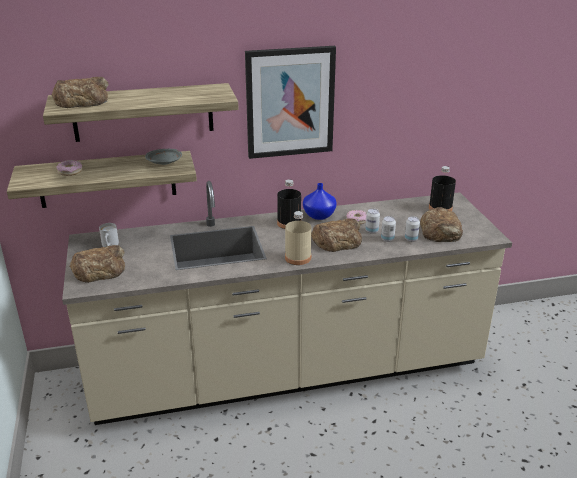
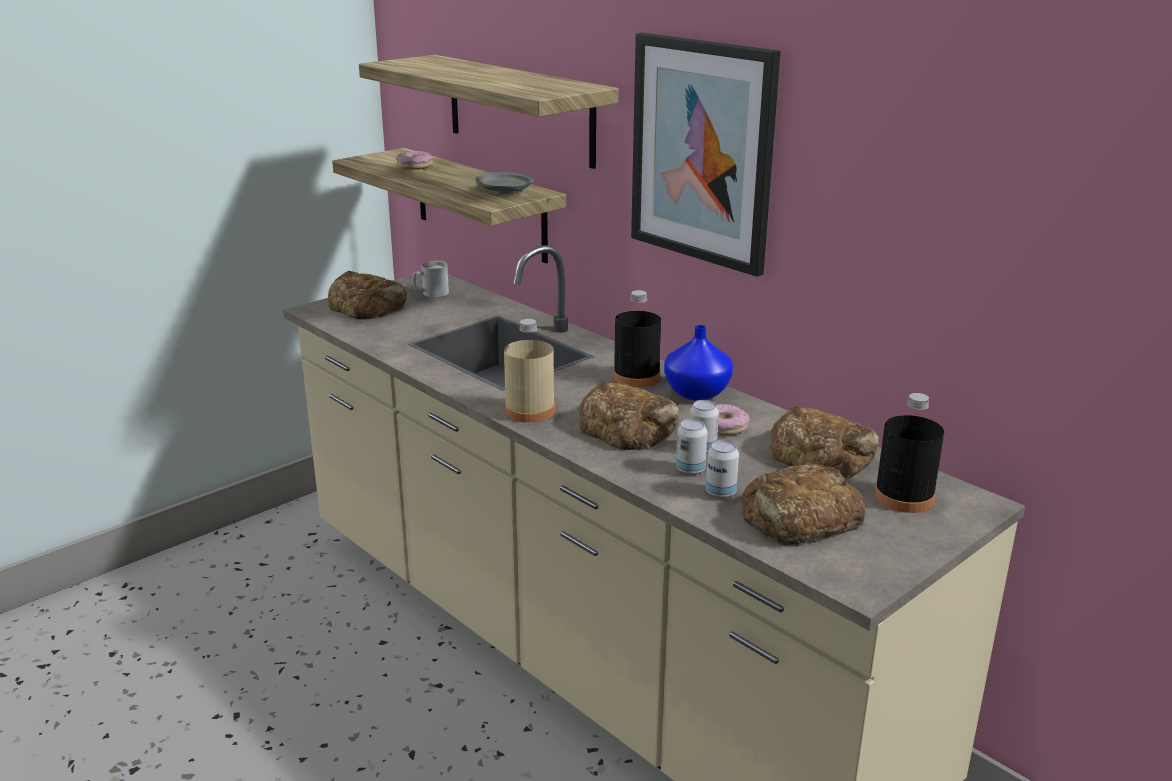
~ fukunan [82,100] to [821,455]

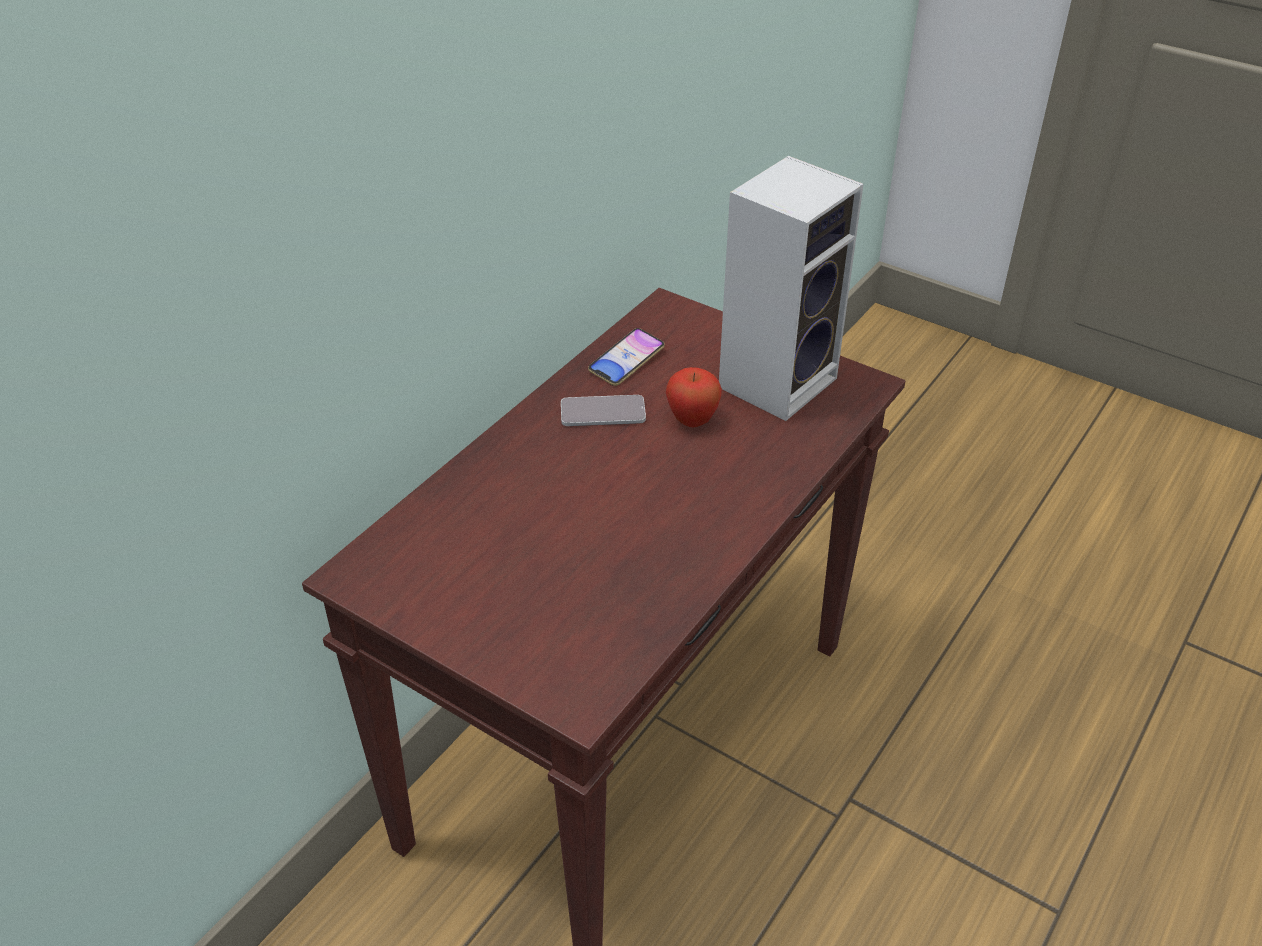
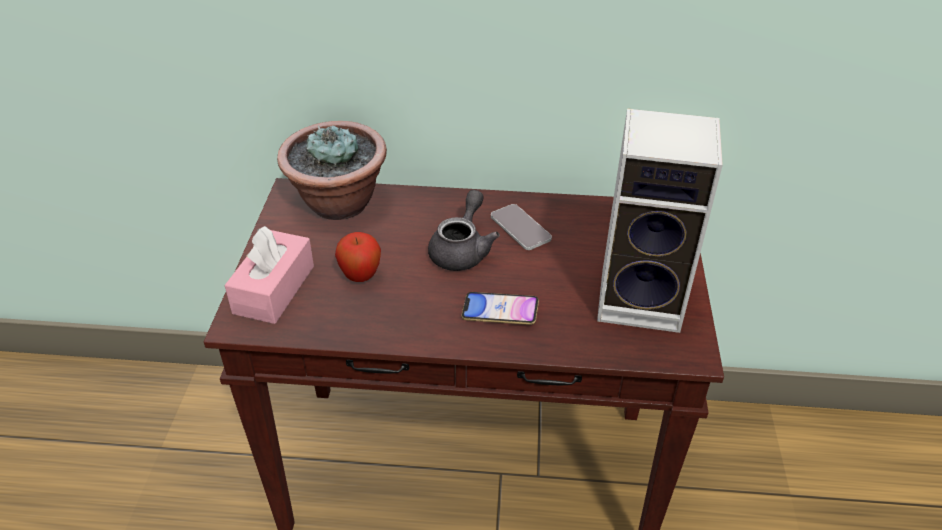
~ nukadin [626,361] to [500,312]
~ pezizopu [692,421] to [360,276]
+ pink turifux [274,289]
+ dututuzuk [338,204]
+ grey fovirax [462,250]

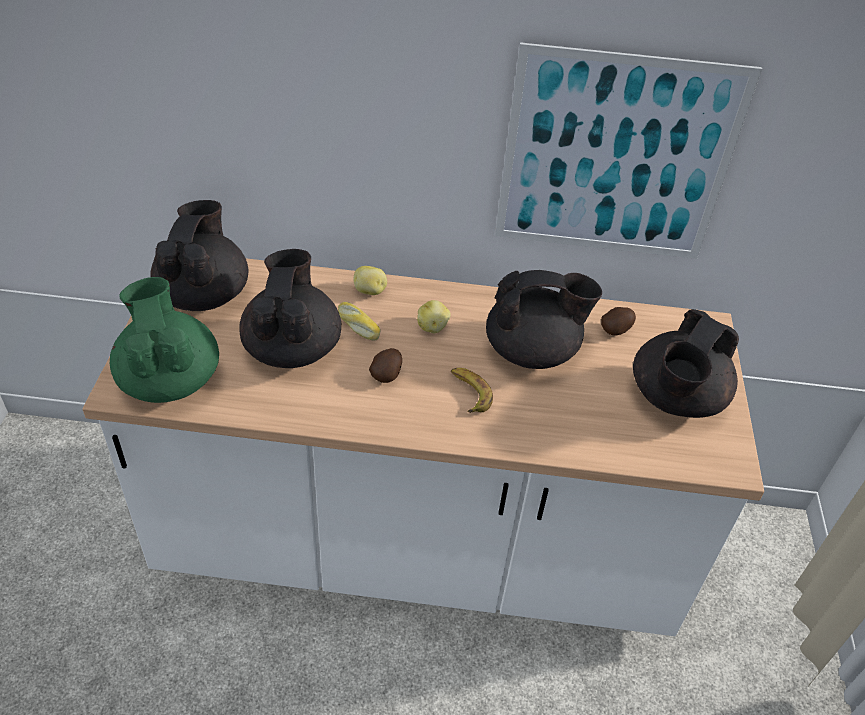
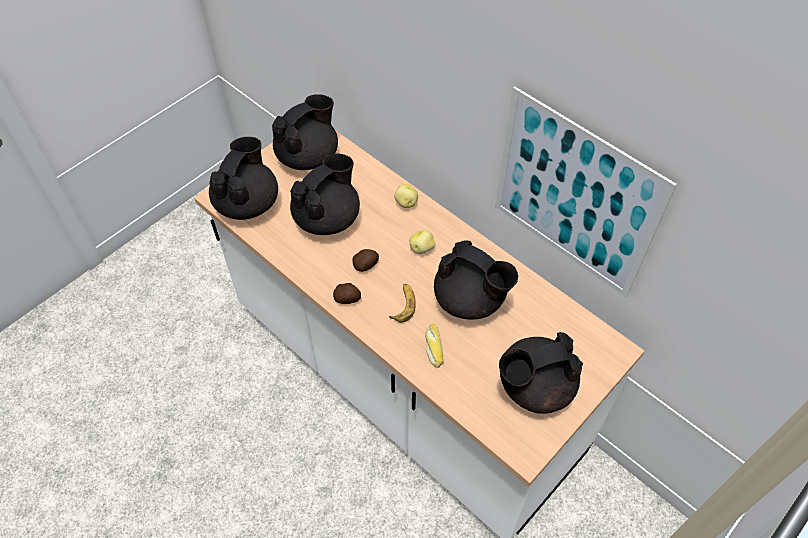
~ green fovirax [169,379] to black fovirax [248,203]
~ fukunan [357,326] to [433,347]
~ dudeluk [616,330] to [347,299]

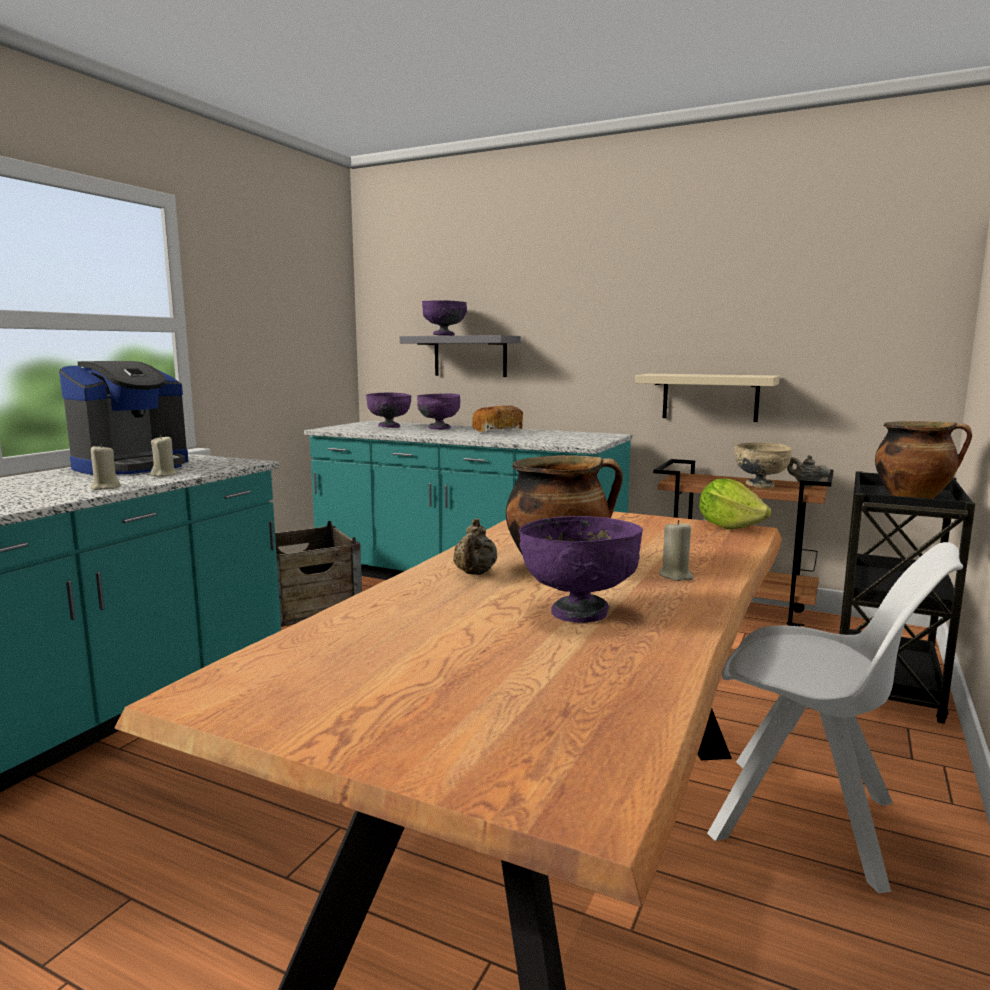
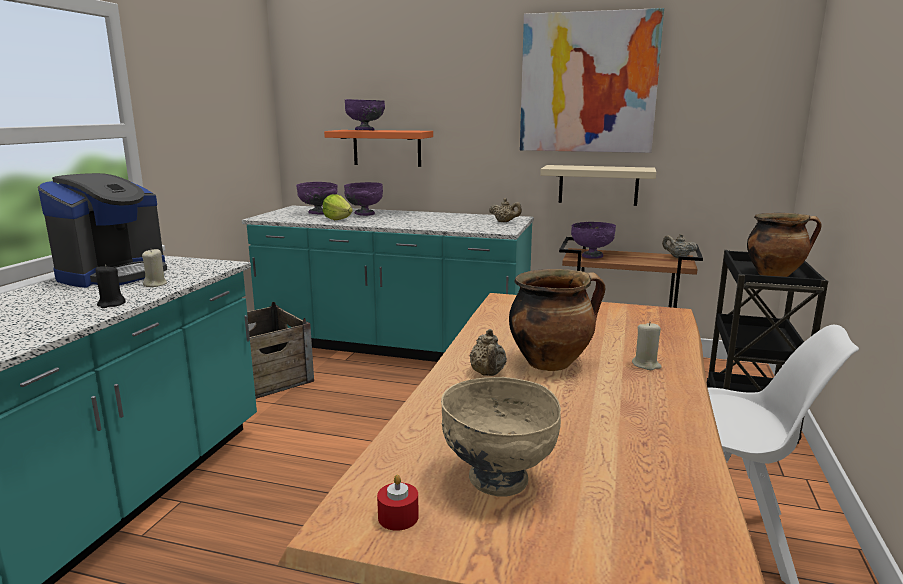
~ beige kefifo [105,487] to black kefifo [111,304]
~ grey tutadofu [470,356] to orange tutadofu [387,148]
- fukunan [496,430]
~ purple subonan [579,612] to [592,256]
~ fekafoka [729,526] to [337,219]
~ beige subonan [759,486] to [498,481]
+ red kefifo [398,517]
+ beige fovirax [505,222]
+ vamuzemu [588,83]

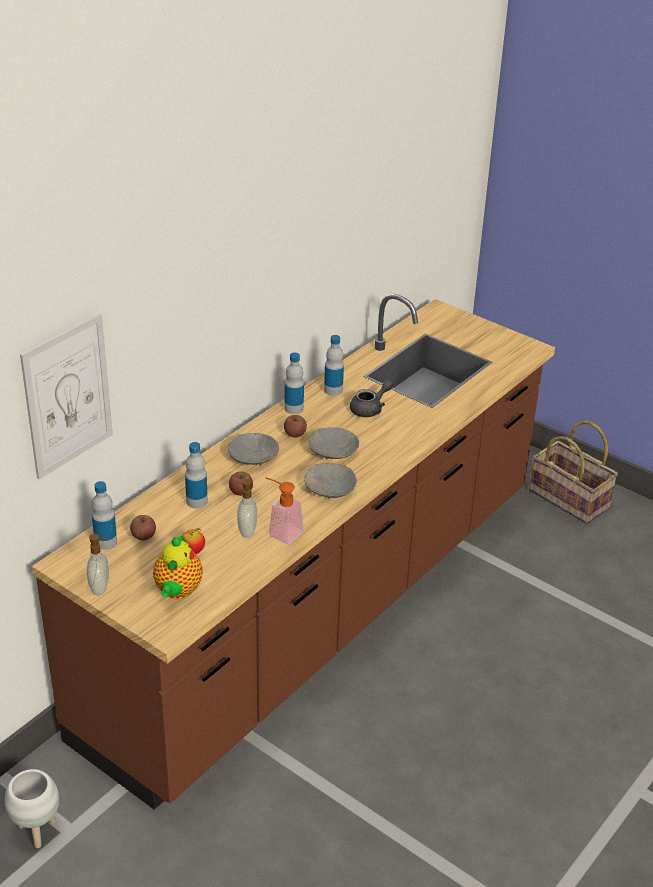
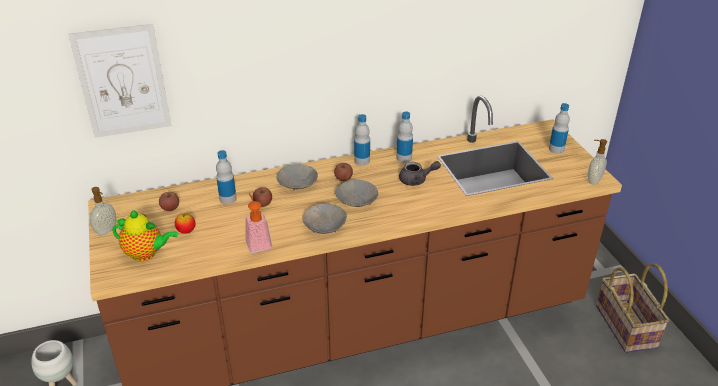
~ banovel [106,542] to [556,149]
~ fovirax [177,591] = [146,254] 120 degrees counterclockwise
~ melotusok [246,531] to [593,180]

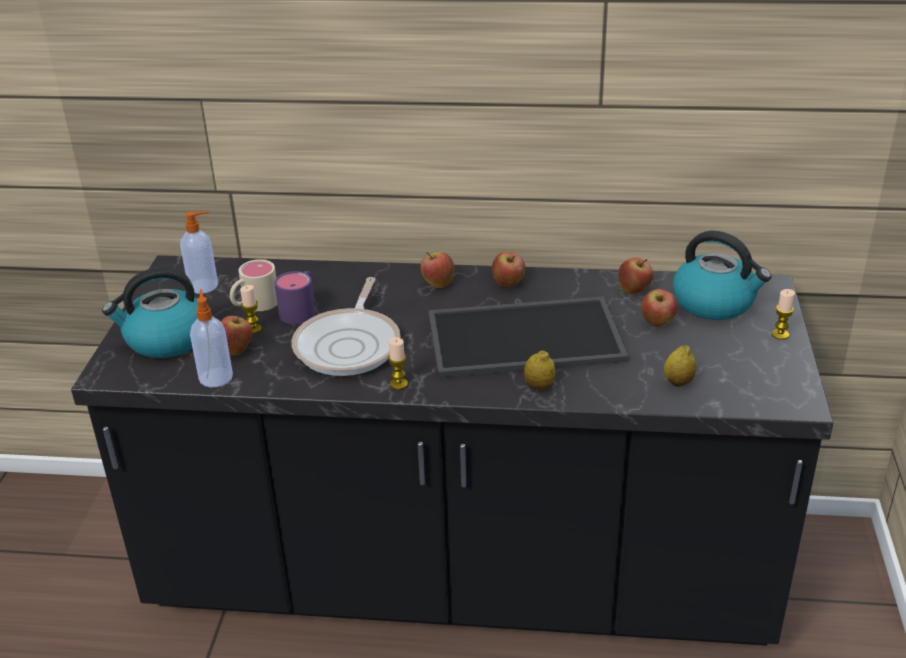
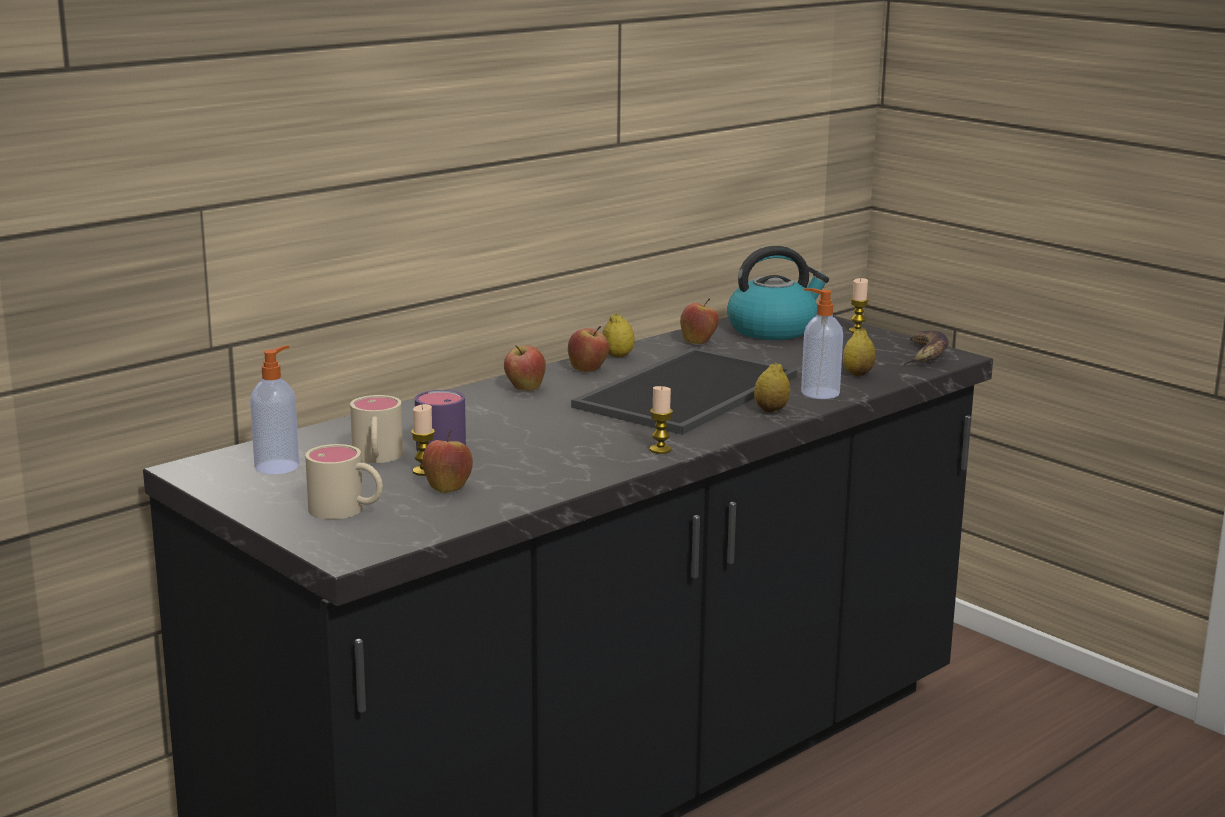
~ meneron [165,340] to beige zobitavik [347,510]
~ melotusok [216,377] to [818,393]
- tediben [350,344]
- pezizopu [657,323]
+ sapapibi [618,356]
+ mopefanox [924,355]

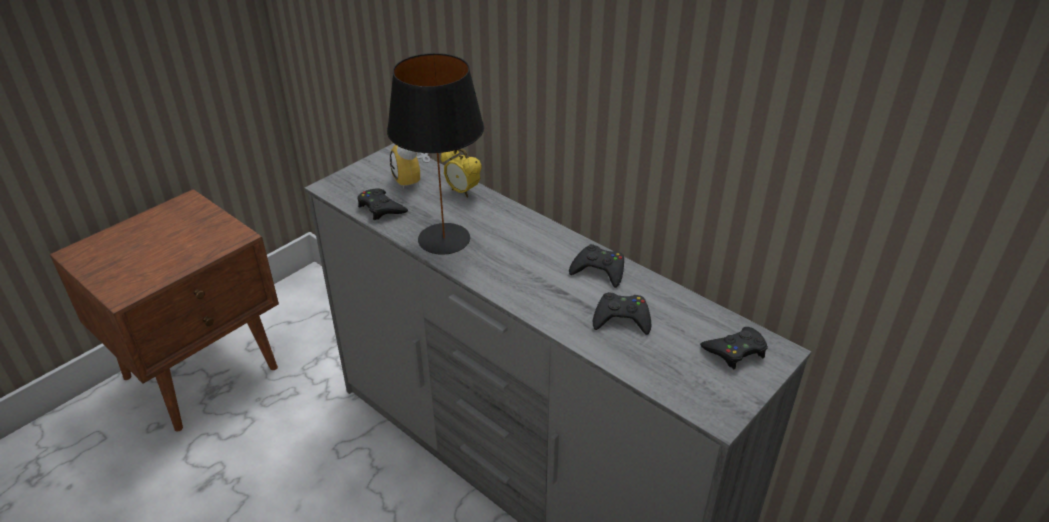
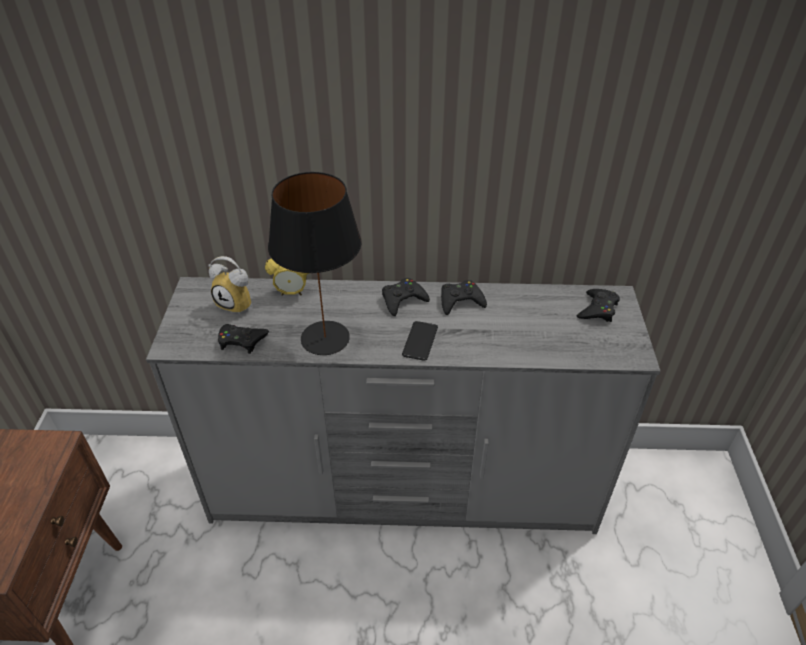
~ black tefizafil [622,318] to [403,300]
+ nukadin [420,341]

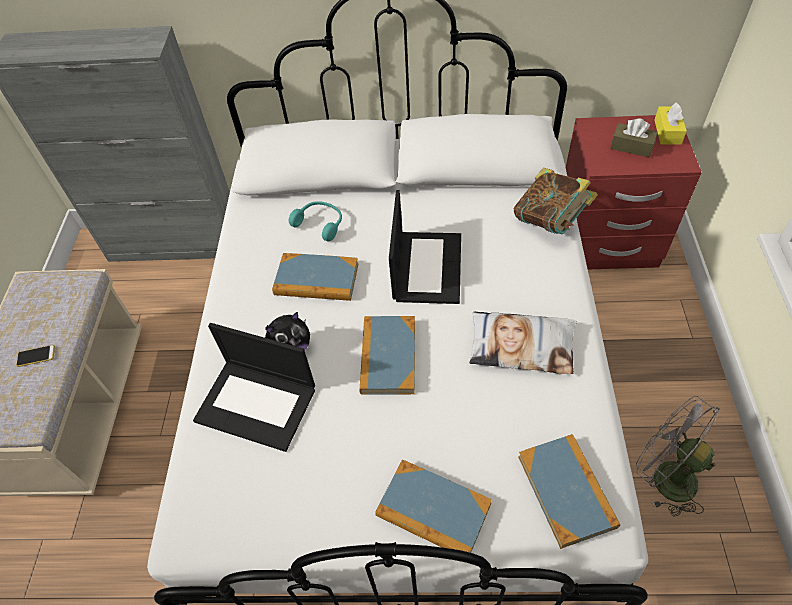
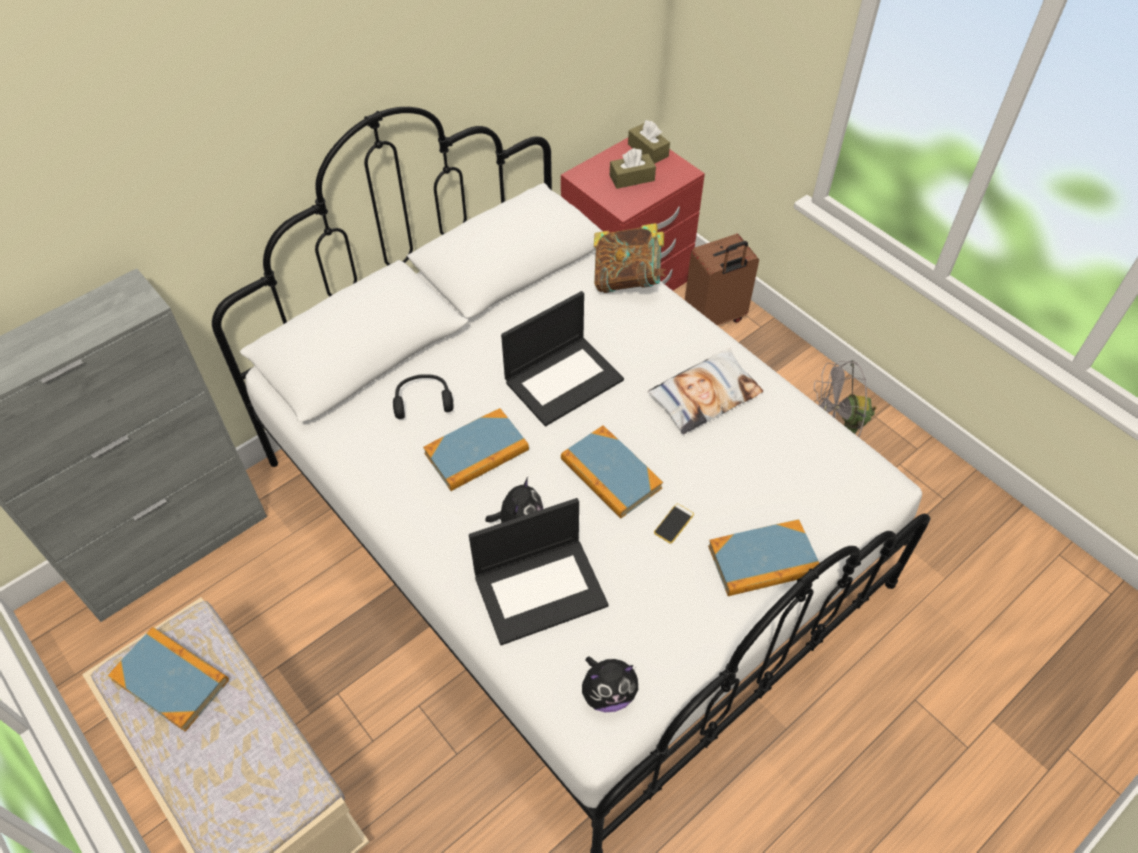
~ nukadin [36,356] to [673,523]
~ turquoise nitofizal [320,224] to black nitofizal [423,400]
~ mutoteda [426,266] = [564,379] 90 degrees clockwise
~ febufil [566,491] to [171,680]
~ yellow turifux [667,132] to brown turifux [648,150]
+ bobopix [608,693]
+ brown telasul [714,318]

